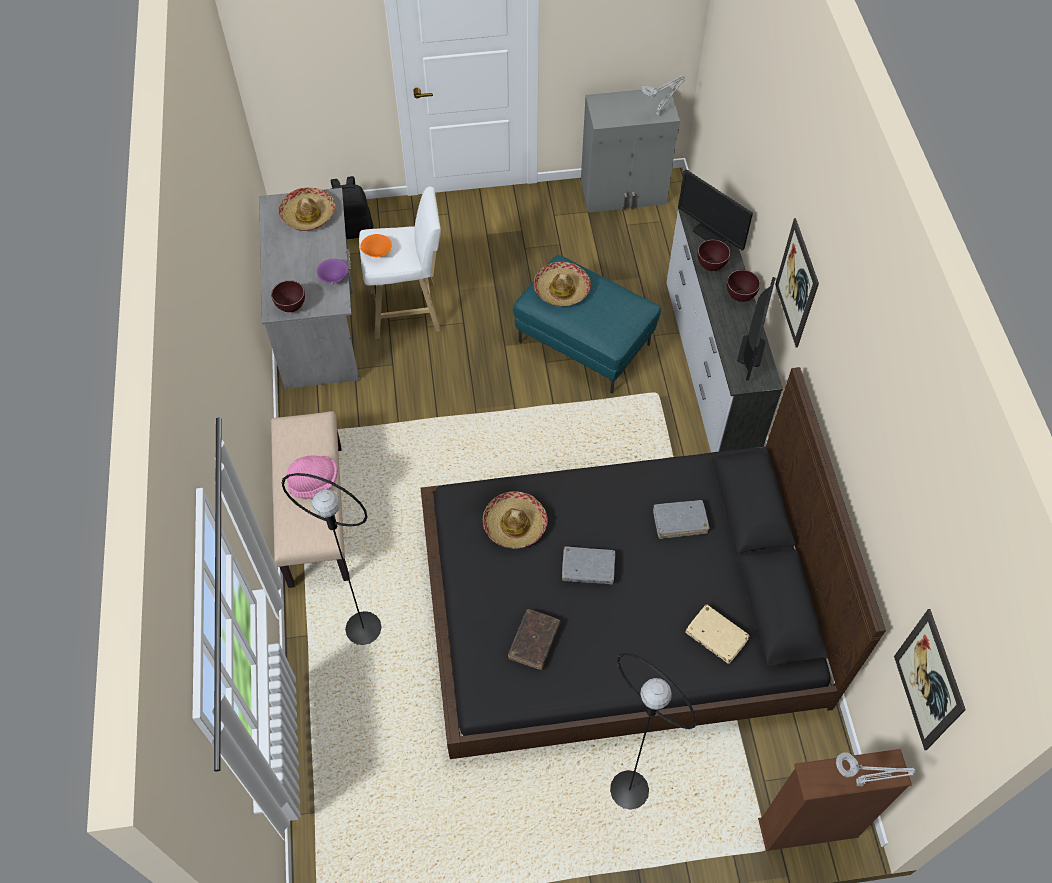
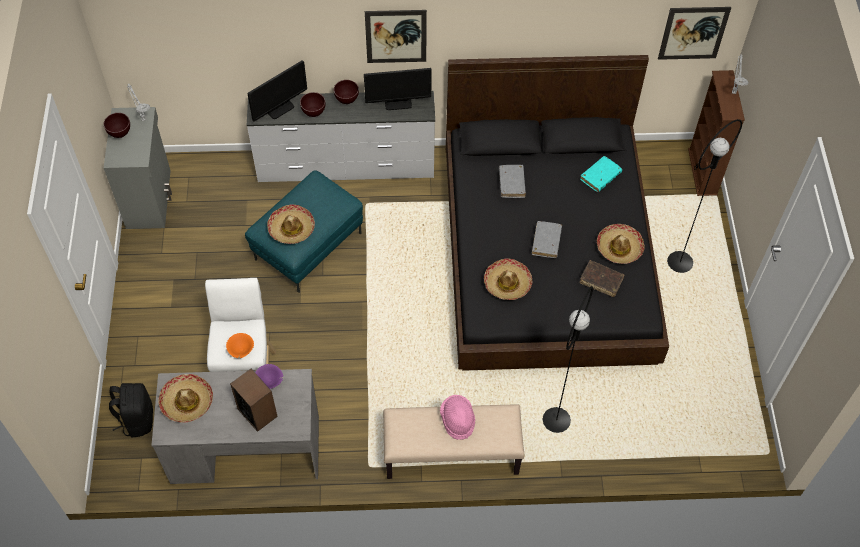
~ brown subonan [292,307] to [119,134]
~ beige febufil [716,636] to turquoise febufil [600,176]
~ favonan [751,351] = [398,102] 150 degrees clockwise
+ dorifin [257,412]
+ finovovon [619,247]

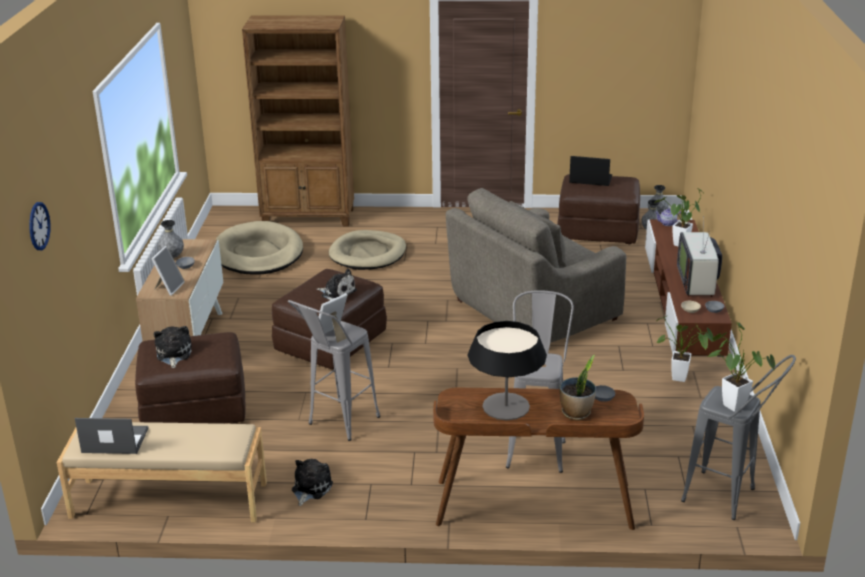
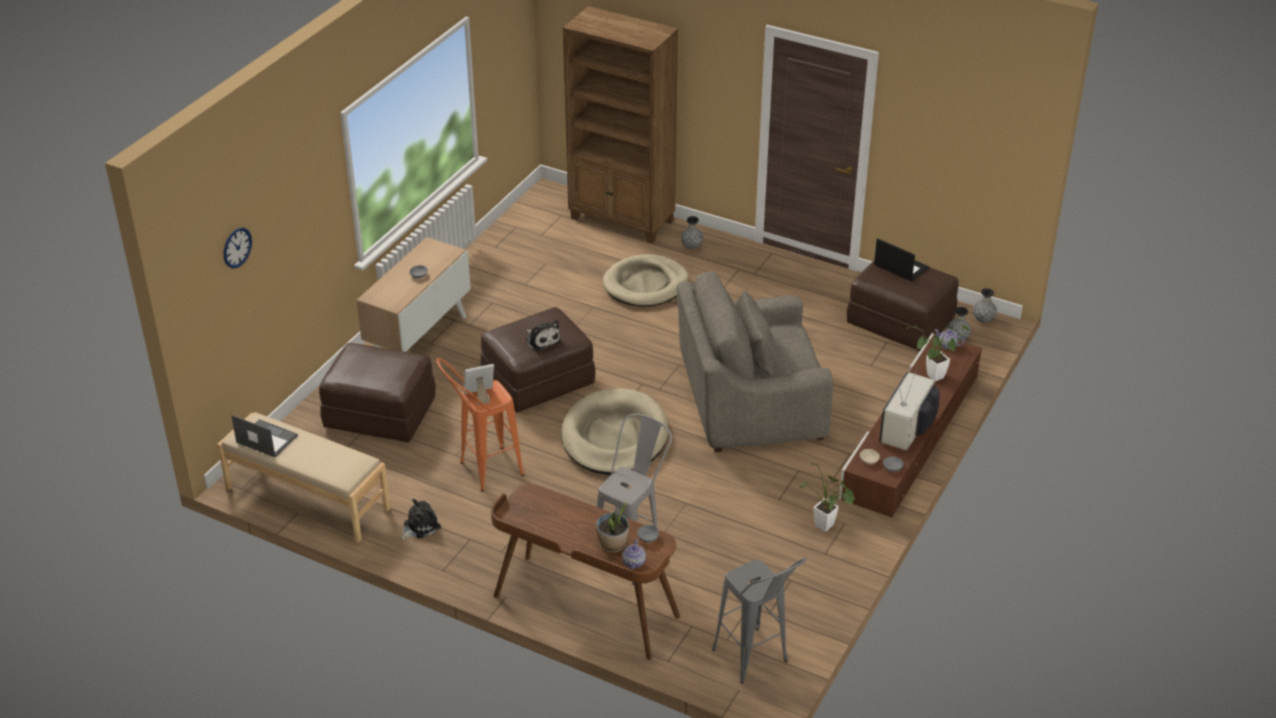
- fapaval [169,288]
- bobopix [173,354]
~ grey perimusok [172,257] to [691,247]
~ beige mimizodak [258,253] to [614,437]
~ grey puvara [337,426] to orange puvara [482,472]
- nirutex [506,406]
- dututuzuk [730,404]
+ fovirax [634,562]

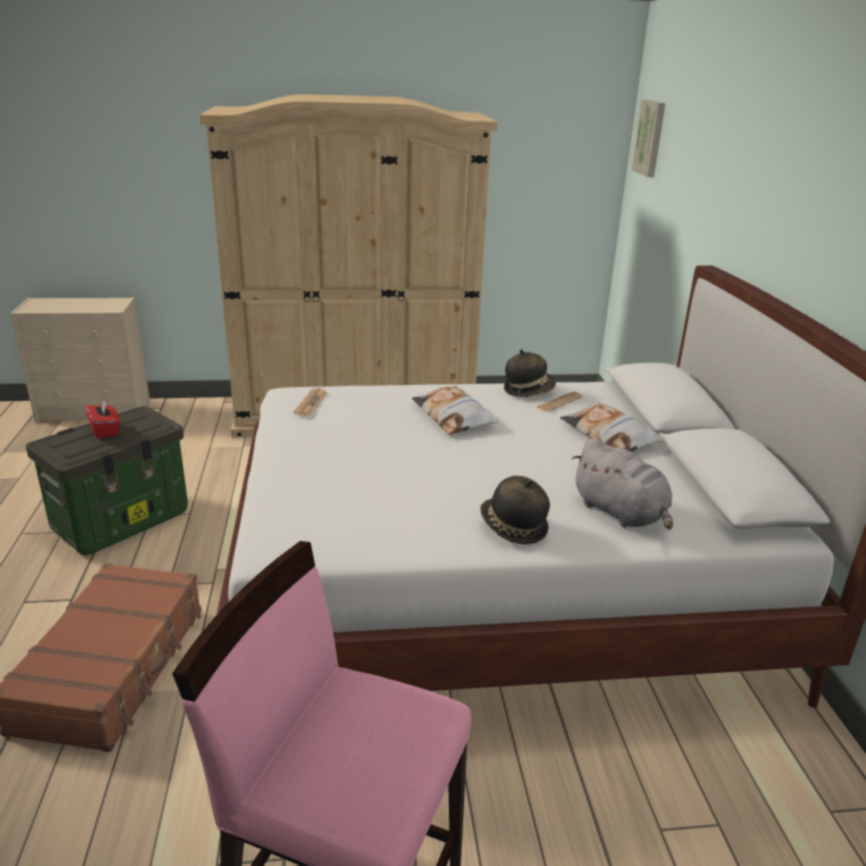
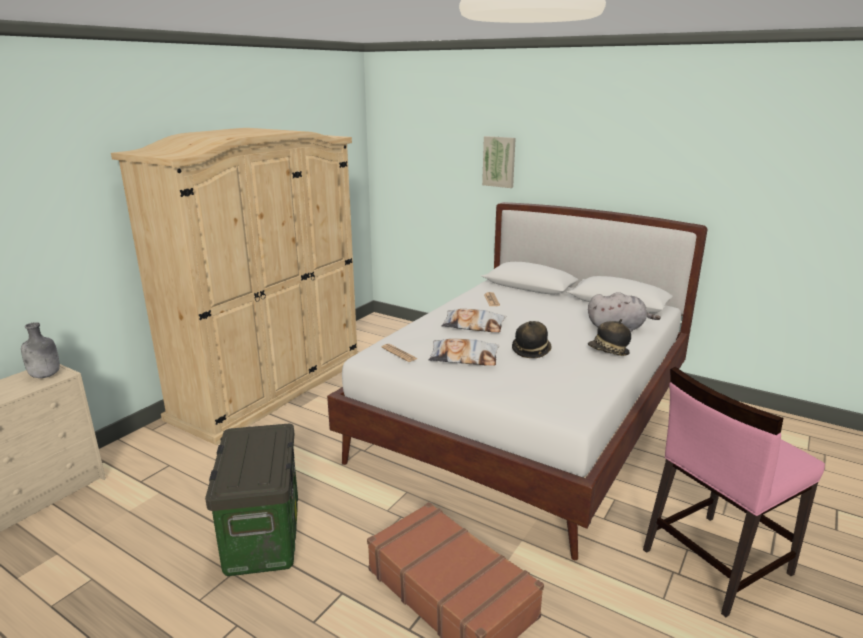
- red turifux [105,430]
~ finovovon [528,390] to [531,350]
~ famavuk [609,435] to [464,358]
~ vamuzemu [651,138] to [499,161]
+ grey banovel [46,375]

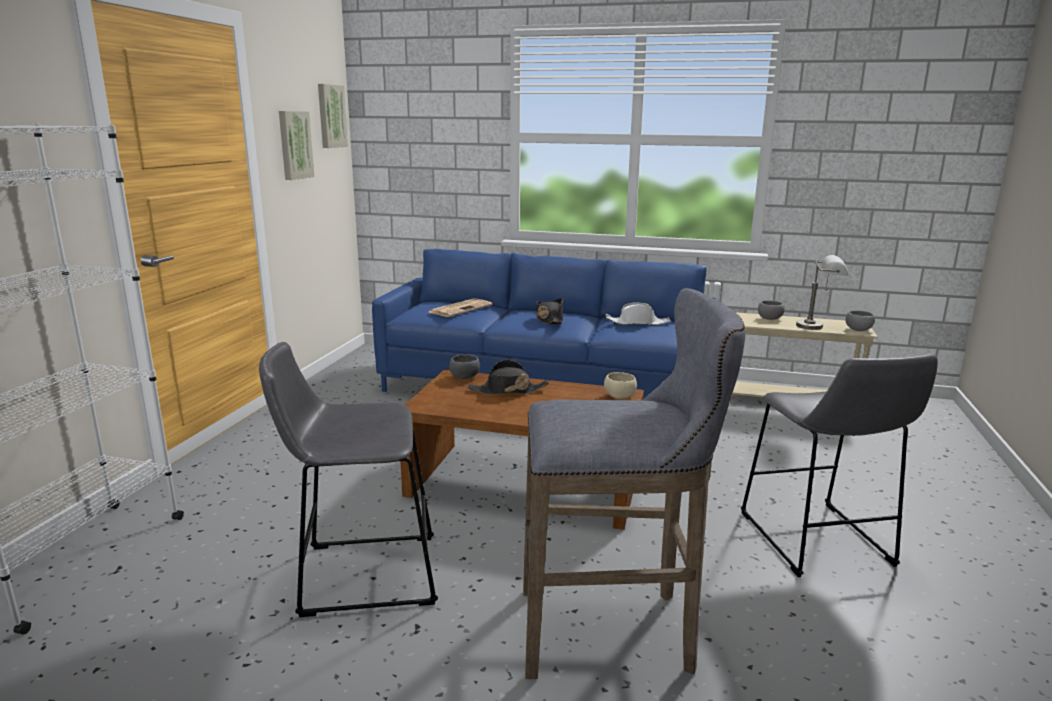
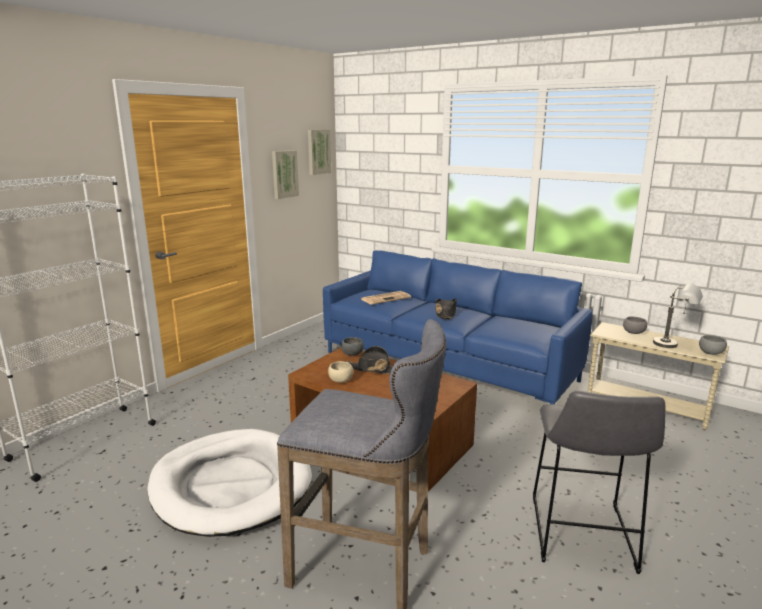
~ grey puvara [361,574] to white mimizodak [231,485]
~ beige subonan [619,397] to [340,381]
- white finovovon [637,322]

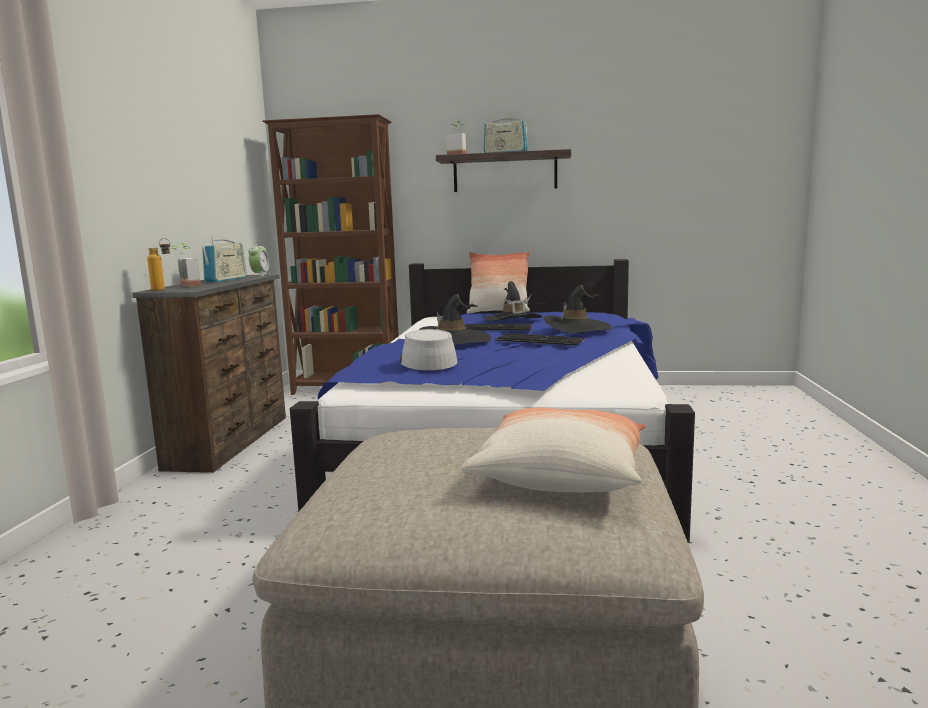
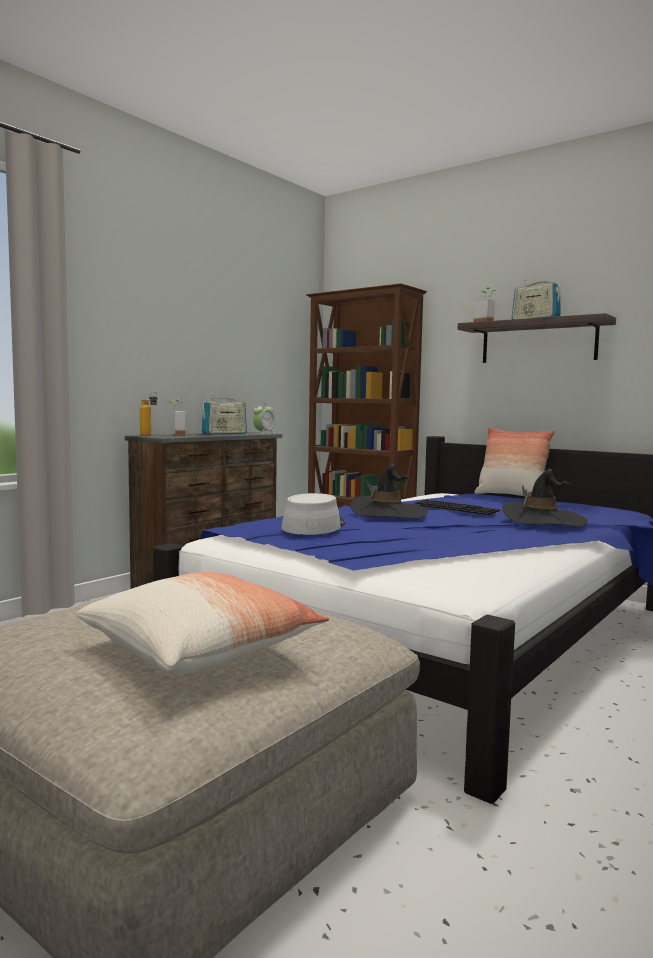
- black finovovon [512,320]
- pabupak [540,340]

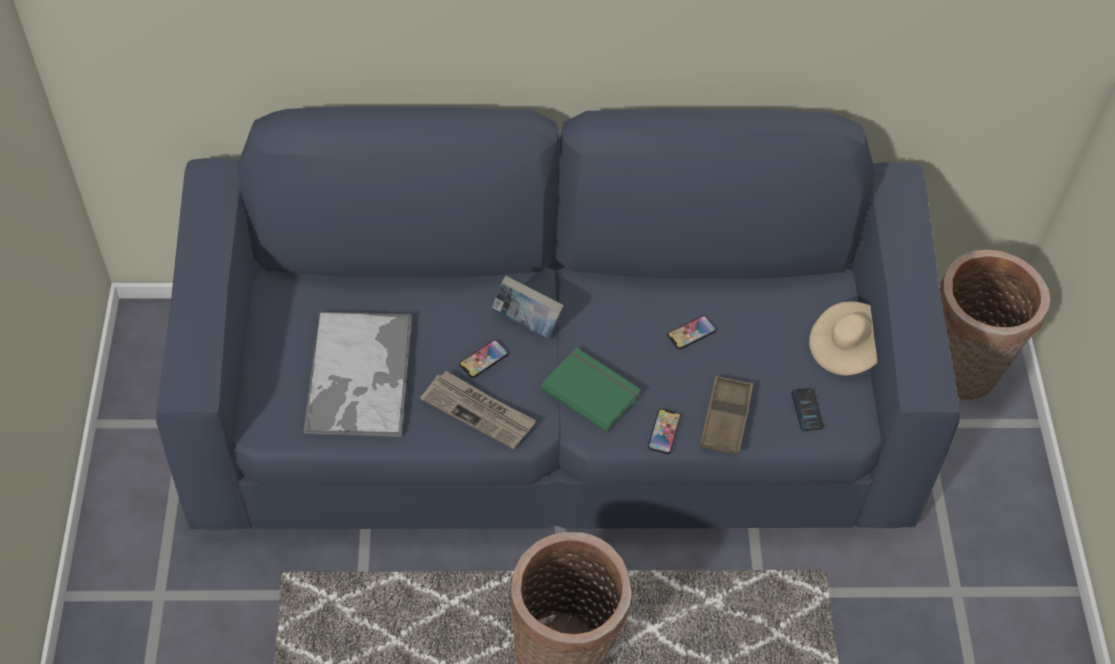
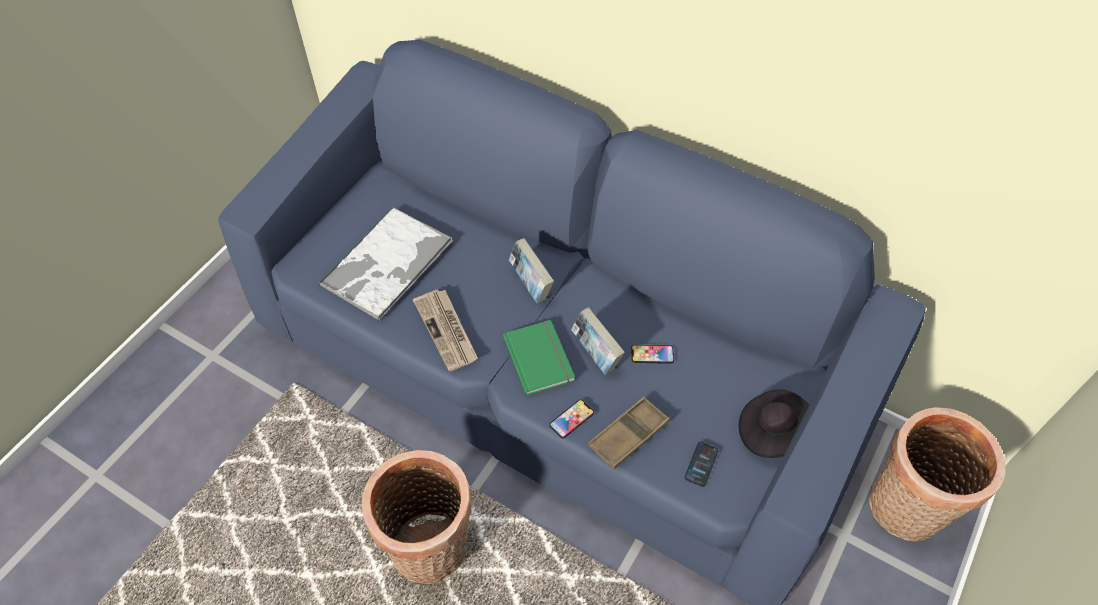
- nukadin [483,359]
~ beige finovovon [846,349] to black finovovon [772,432]
+ febufil [595,354]

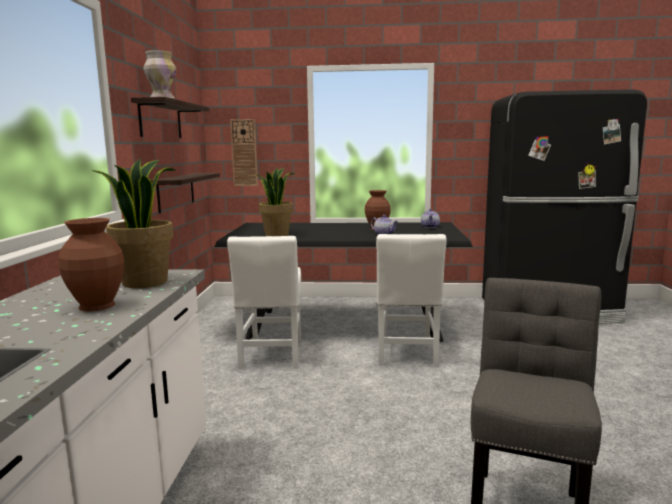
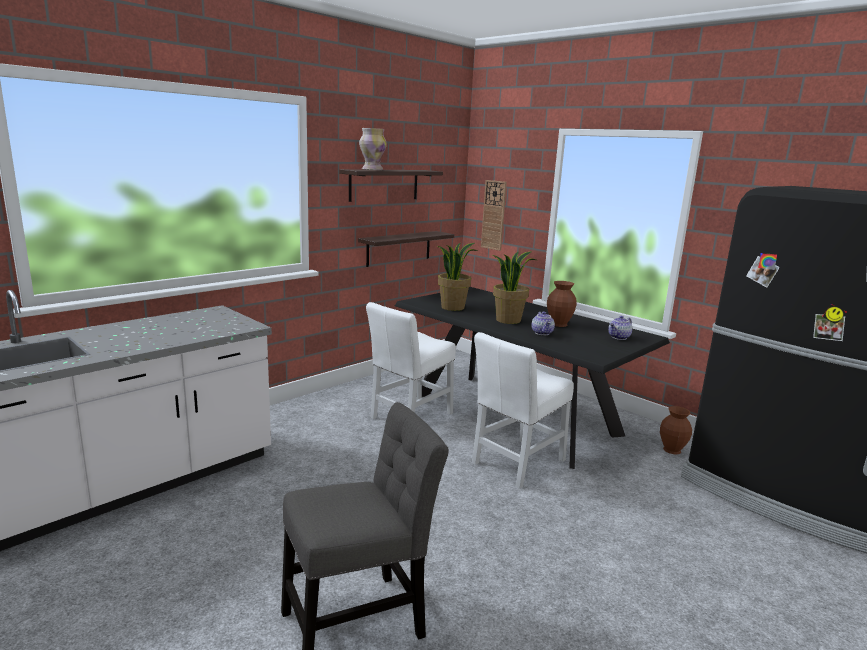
~ brown perimusok [95,306] to [671,450]
~ dututuzuk [145,282] to [508,320]

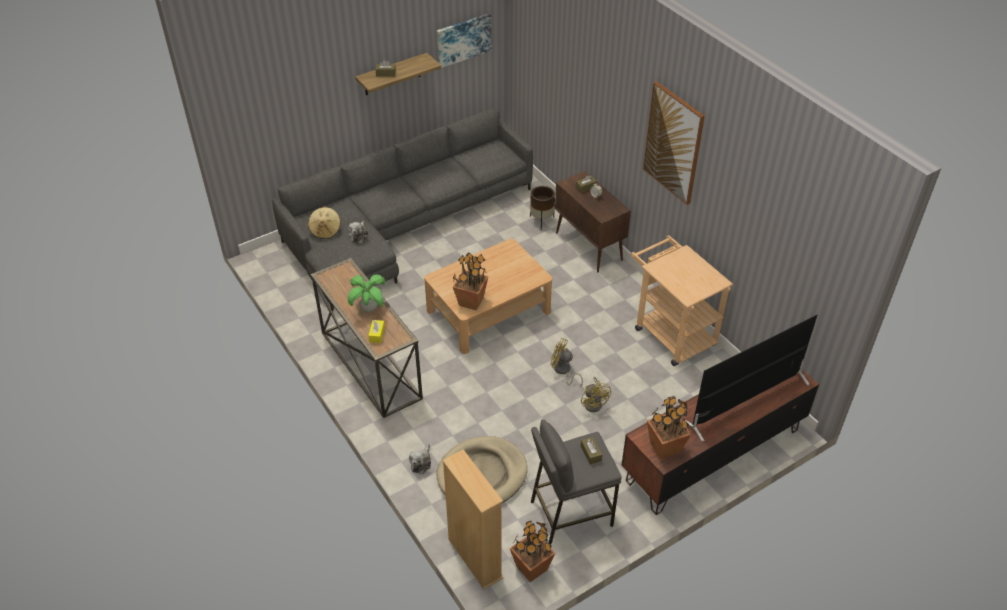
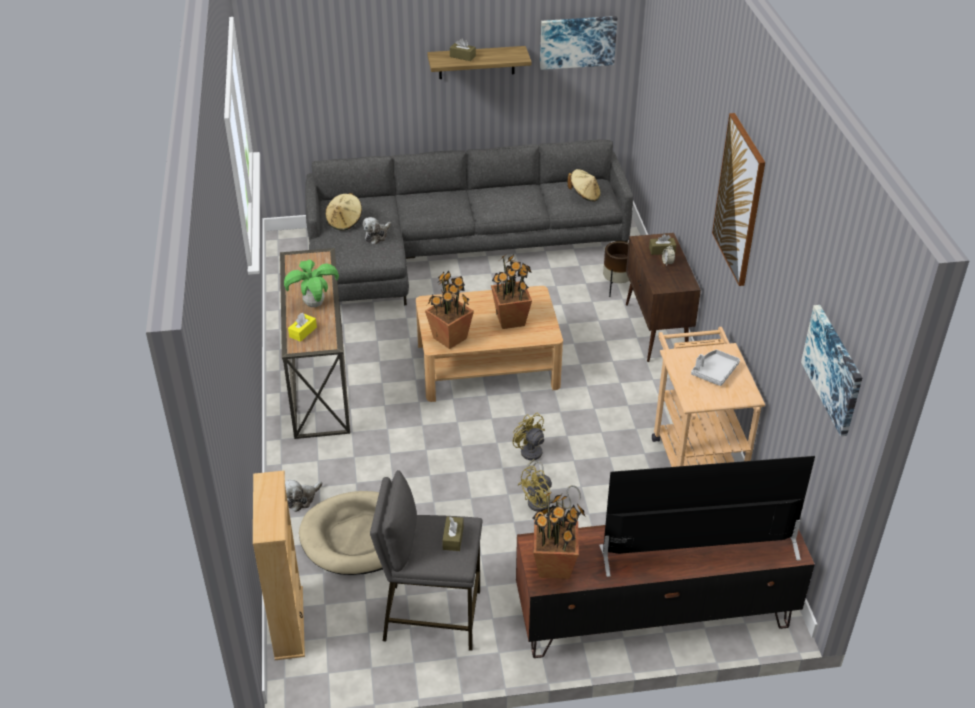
~ dututuzuk [532,568] to [511,320]
~ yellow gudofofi [594,403] = [544,504] 45 degrees clockwise
+ beige finovovon [584,195]
+ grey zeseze [714,372]
+ vamuzemu [834,369]

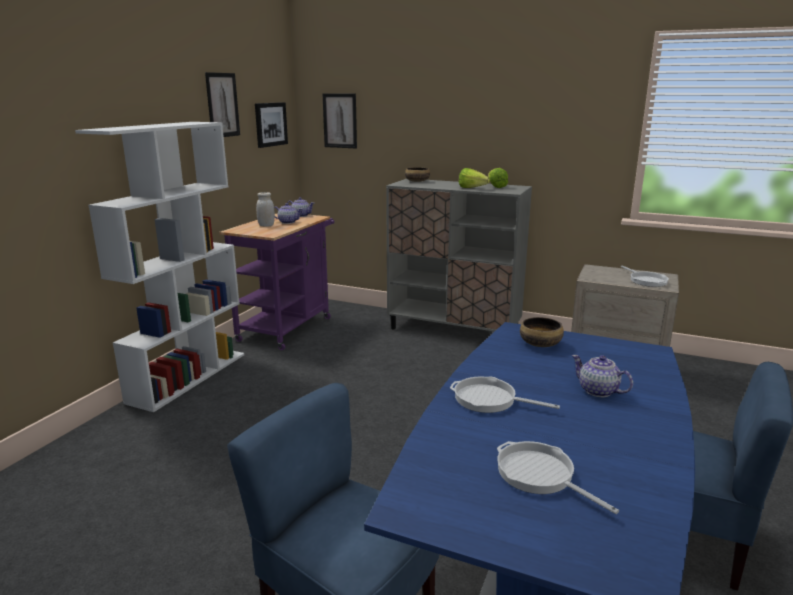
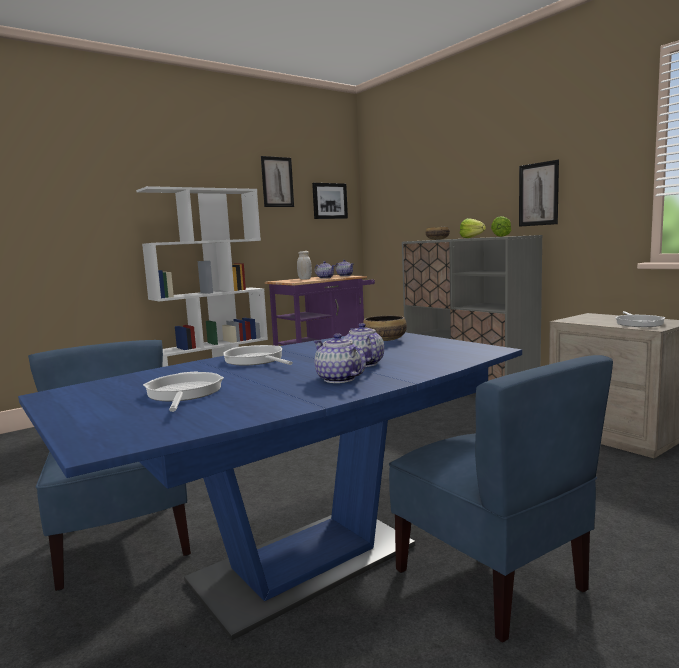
~ vamuzemu [340,120] to [538,194]
+ fovirax [339,379]

